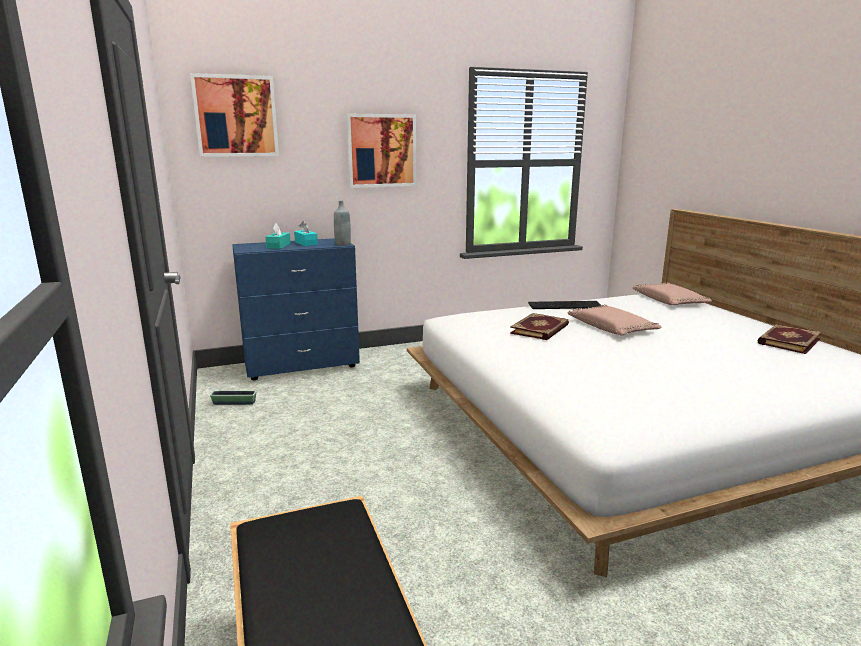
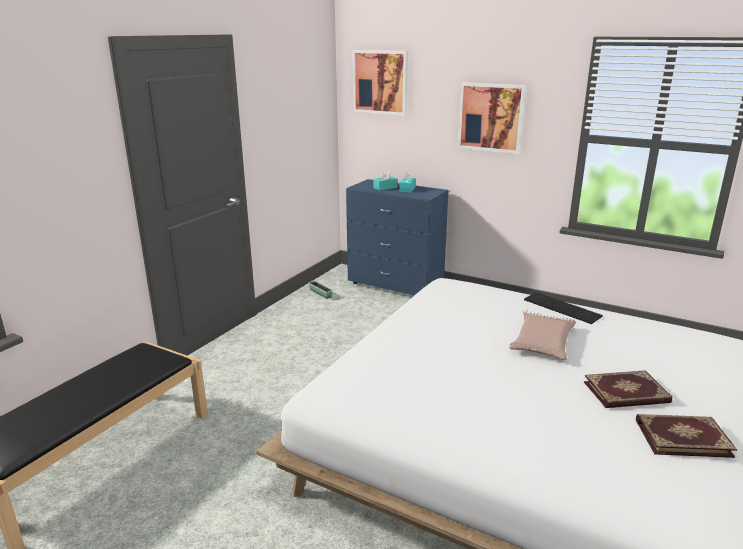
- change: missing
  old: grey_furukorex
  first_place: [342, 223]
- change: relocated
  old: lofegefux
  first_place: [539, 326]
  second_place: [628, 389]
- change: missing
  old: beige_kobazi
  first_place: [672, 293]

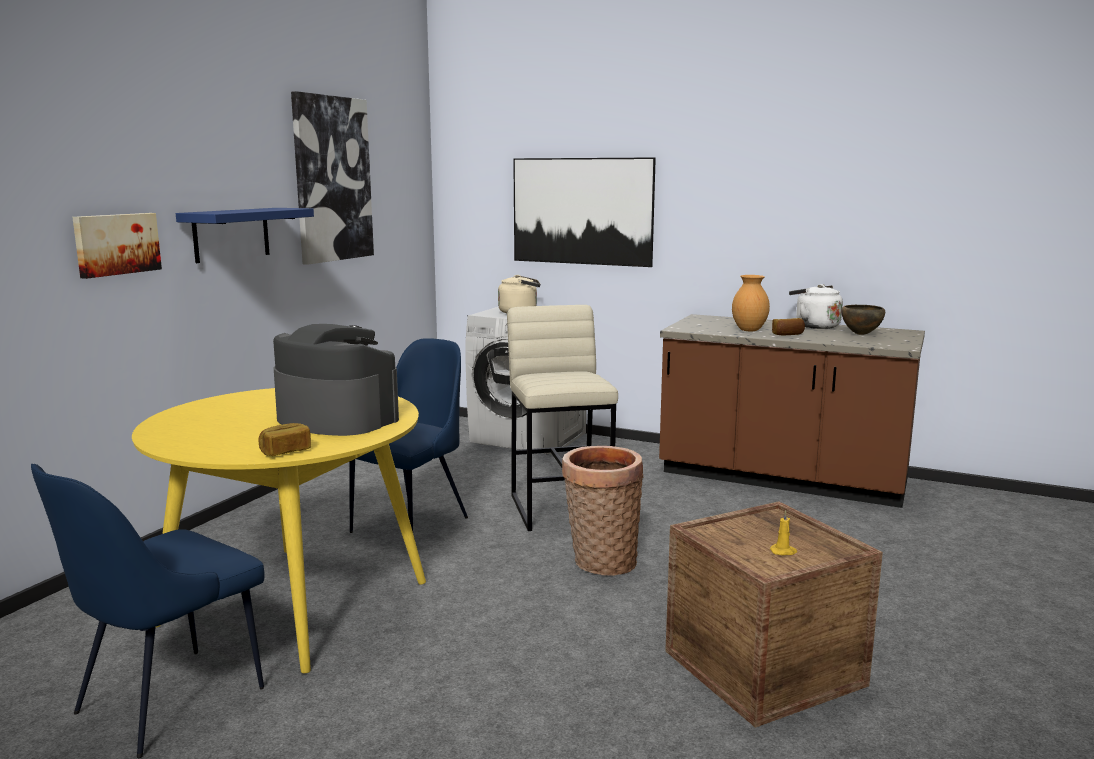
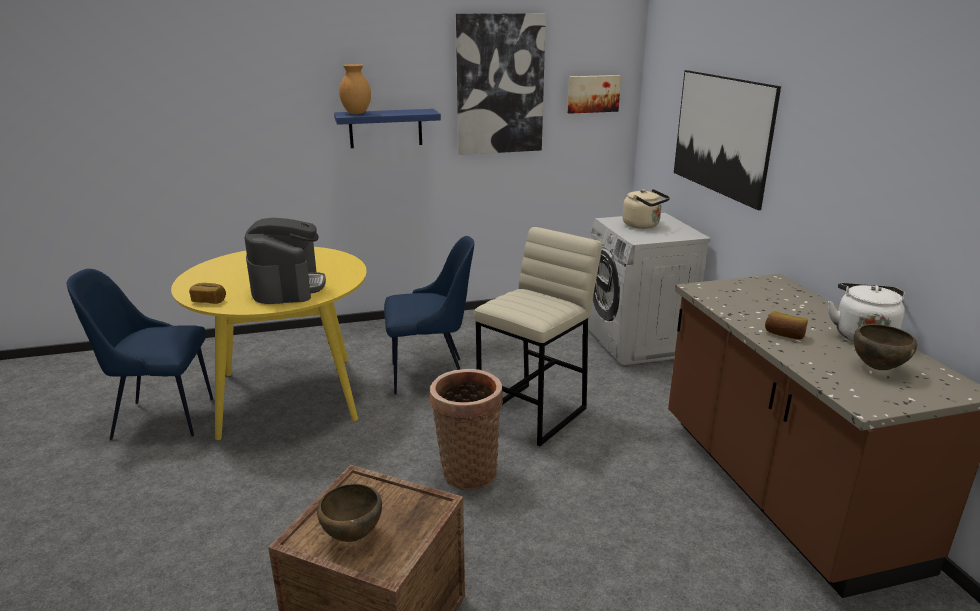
- change: relocated
  old: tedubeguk
  first_place: [117, 246]
  second_place: [594, 94]
- change: relocated
  old: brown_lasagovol
  first_place: [751, 303]
  second_place: [355, 89]
- change: exchanged
  old: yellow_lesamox
  new: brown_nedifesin
  first_place: [783, 532]
  second_place: [349, 513]

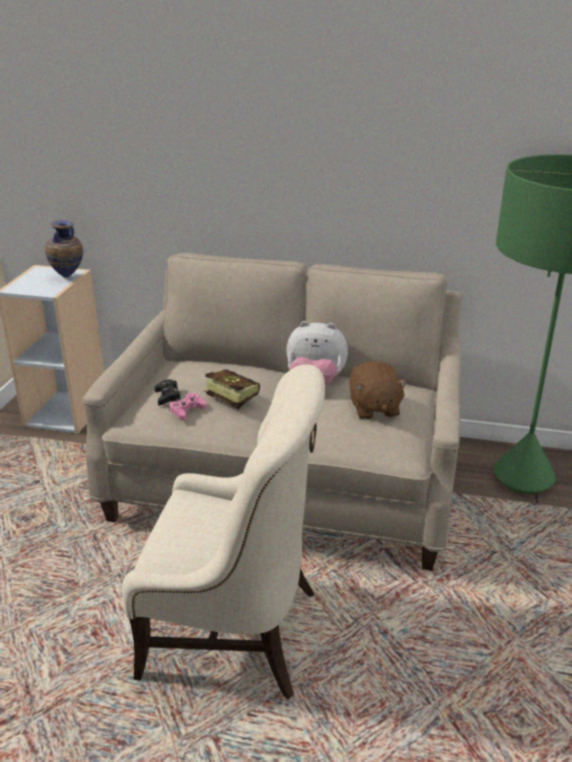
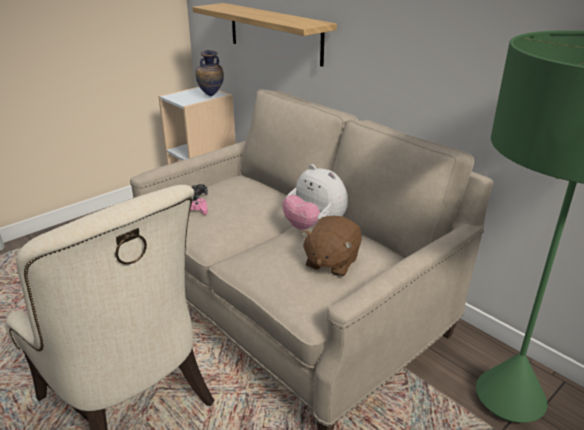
- change: missing
  old: lofegefux
  first_place: [231, 389]
- change: appeared
  new: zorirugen
  second_place: [265, 35]

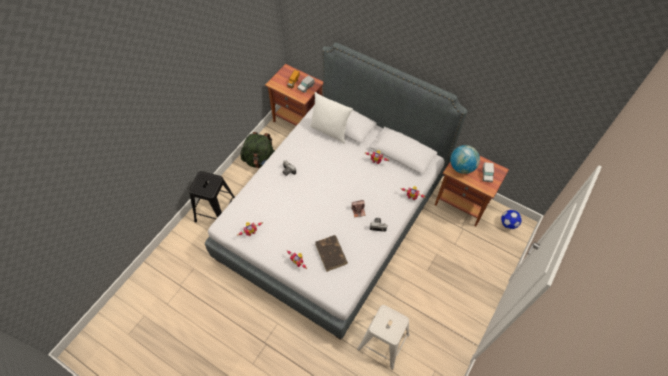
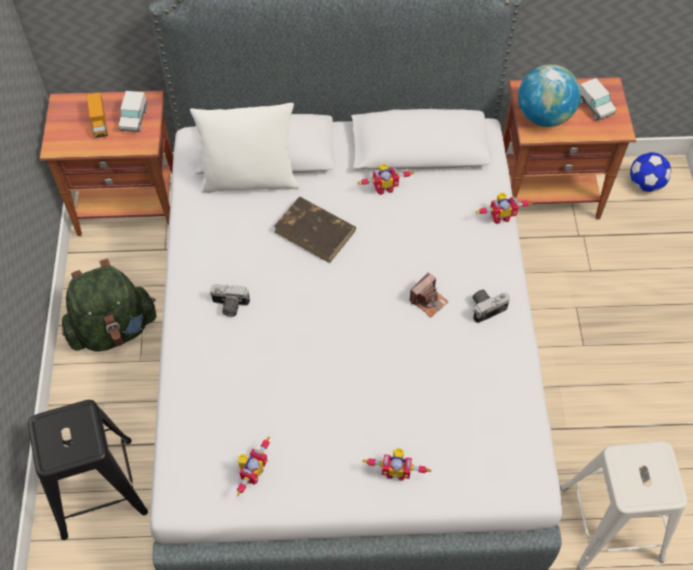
- change: relocated
  old: brown_lofegefux
  first_place: [331, 253]
  second_place: [315, 230]

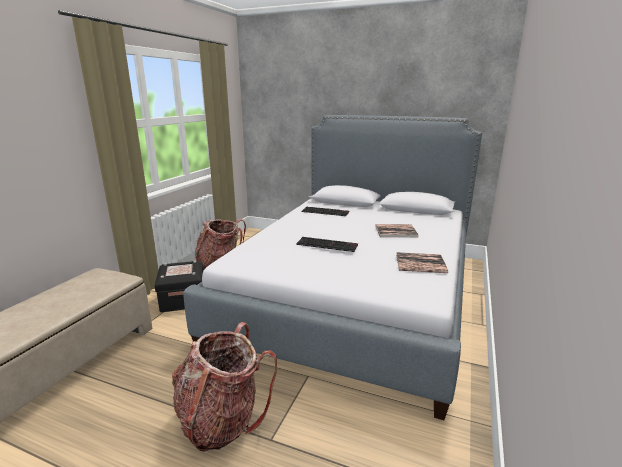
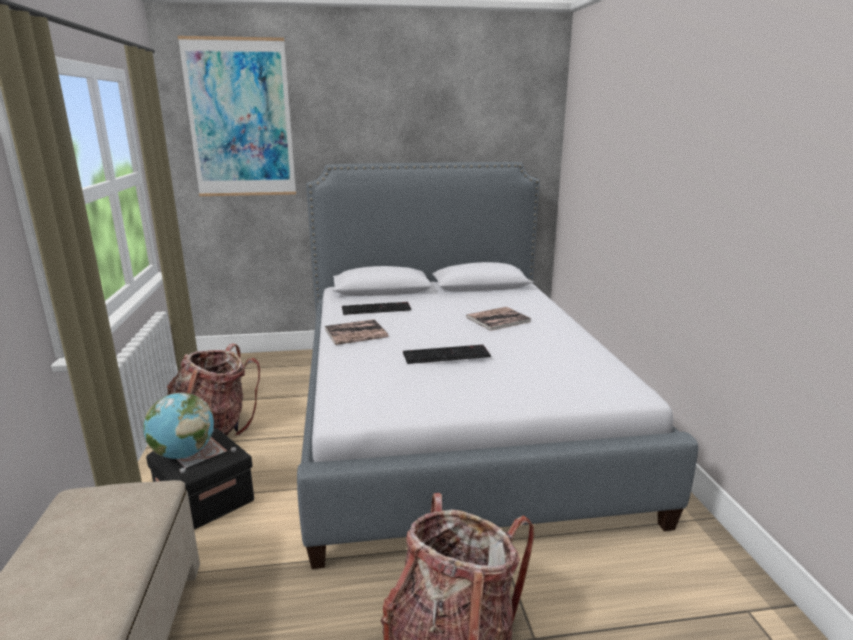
- change: relocated
  old: lofegefux
  first_place: [422, 262]
  second_place: [356, 332]
- change: appeared
  new: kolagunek
  second_place: [178, 426]
- change: appeared
  new: tedubeguk
  second_place: [237, 116]

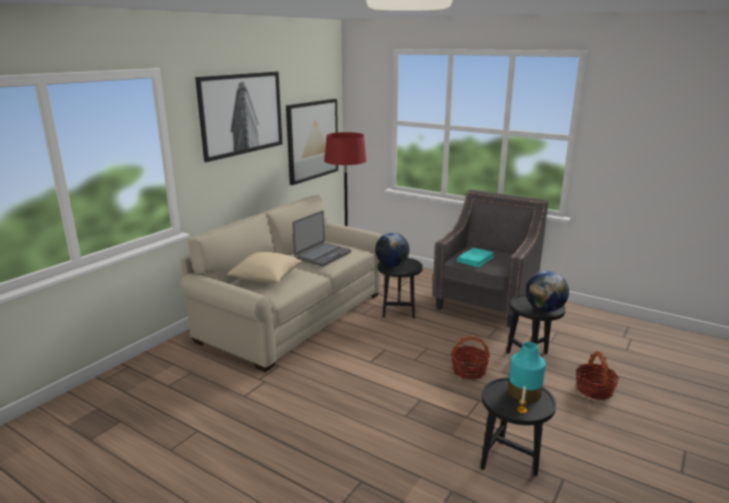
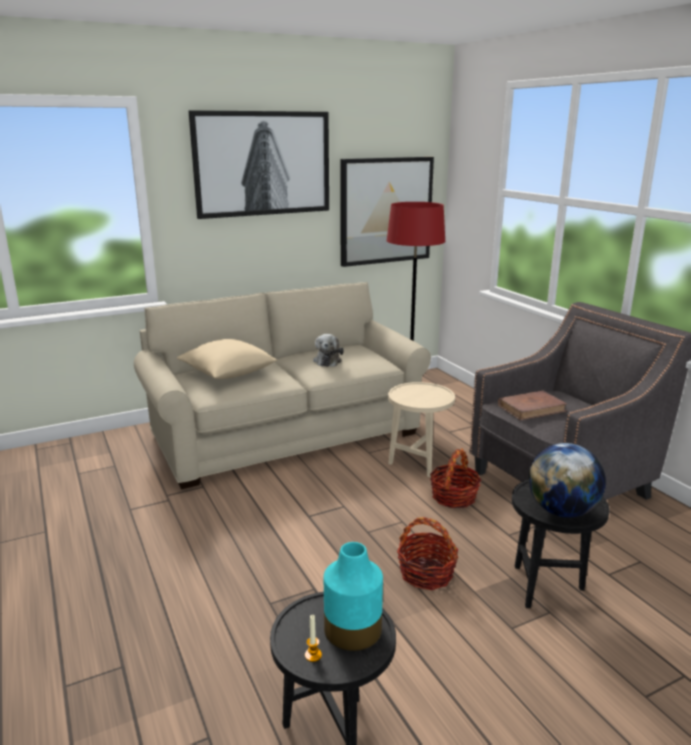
- change: exchanged
  old: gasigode
  new: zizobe
  first_place: [321, 238]
  second_place: [328, 350]
- change: missing
  old: kolagunek
  first_place: [392, 249]
- change: colour
  old: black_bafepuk
  new: beige_bafepuk
  first_place: [400, 288]
  second_place: [421, 429]
- change: colour
  old: turquoise_lofegefux
  new: brown_lofegefux
  first_place: [475, 257]
  second_place: [532, 405]
- change: relocated
  old: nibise
  first_place: [597, 375]
  second_place: [455, 478]

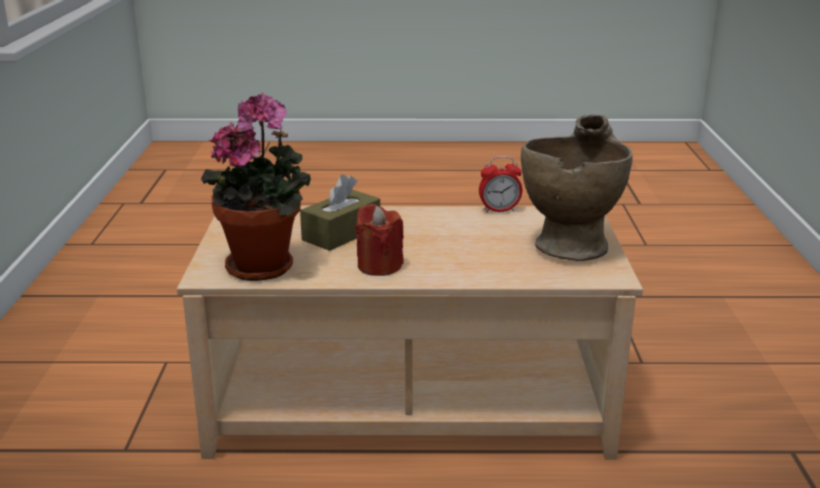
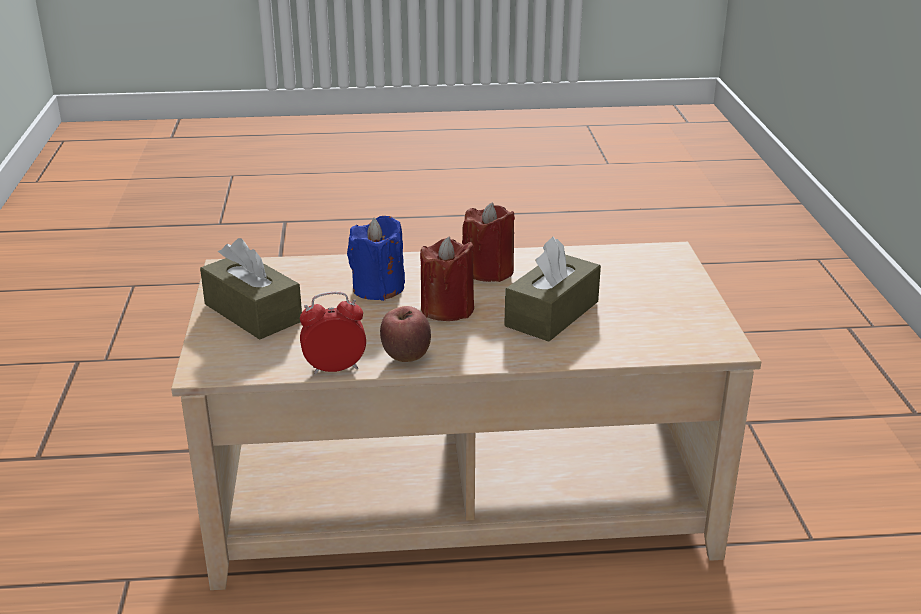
- change: missing
  old: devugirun
  first_place: [256, 187]
- change: exchanged
  old: beige_lasagovol
  new: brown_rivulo
  first_place: [577, 188]
  second_place: [251, 288]
- change: appeared
  new: blue_lesamox
  second_place: [376, 258]
- change: appeared
  new: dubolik
  second_place: [405, 334]
- change: appeared
  new: red_lesamox
  second_place: [447, 279]

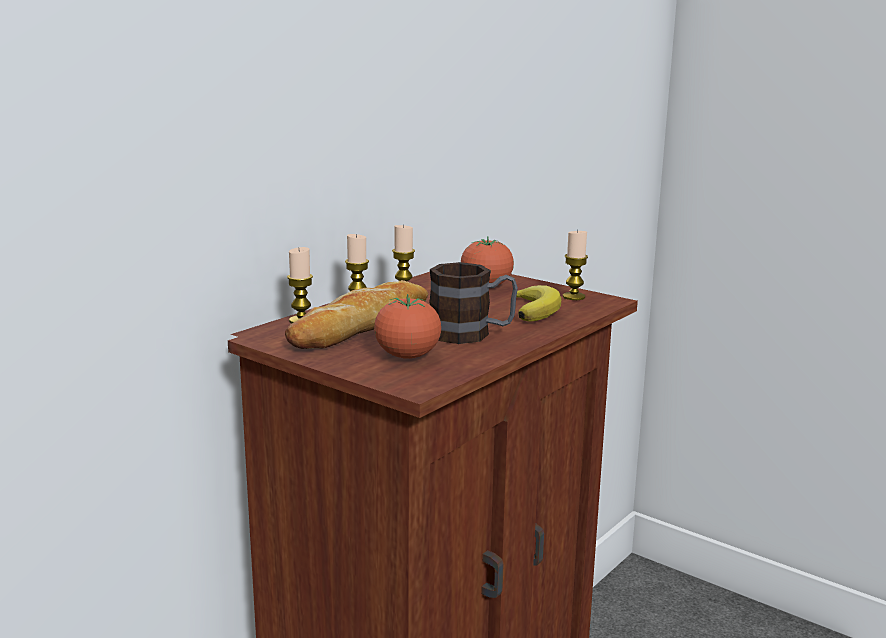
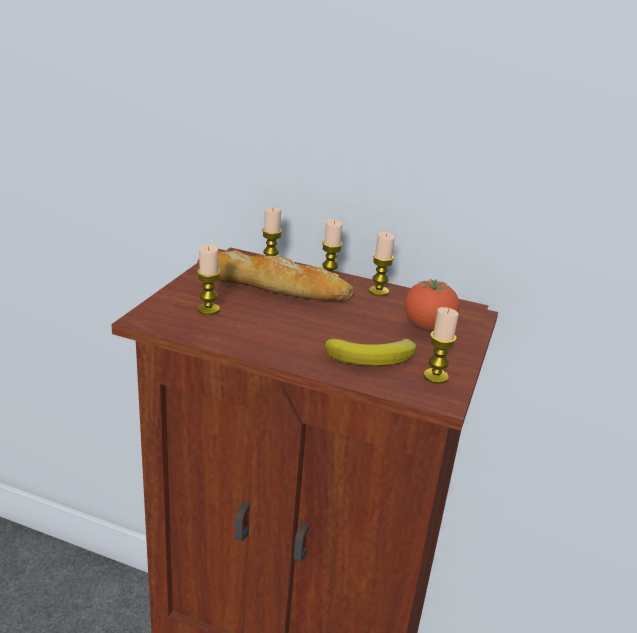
- change: exchanged
  old: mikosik
  new: lesamox
  first_place: [407, 326]
  second_place: [209, 280]
- change: missing
  old: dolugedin
  first_place: [474, 303]

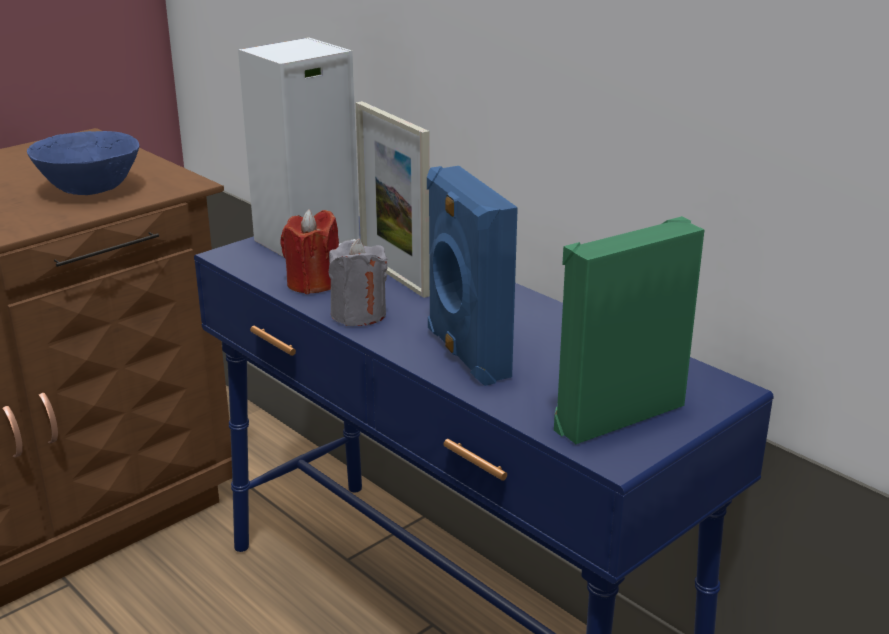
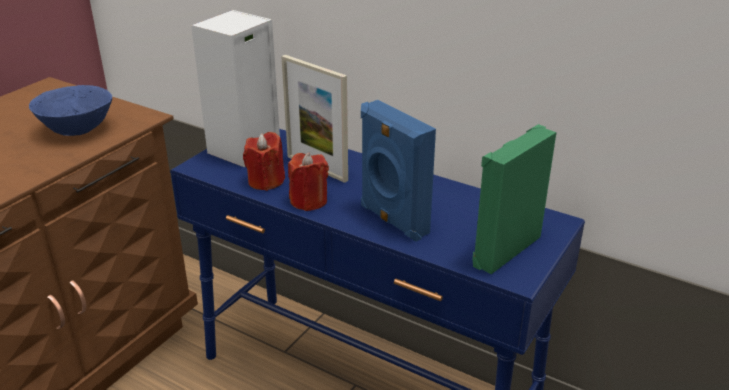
- change: colour
  old: grey_lesamox
  new: red_lesamox
  first_place: [358, 282]
  second_place: [308, 182]

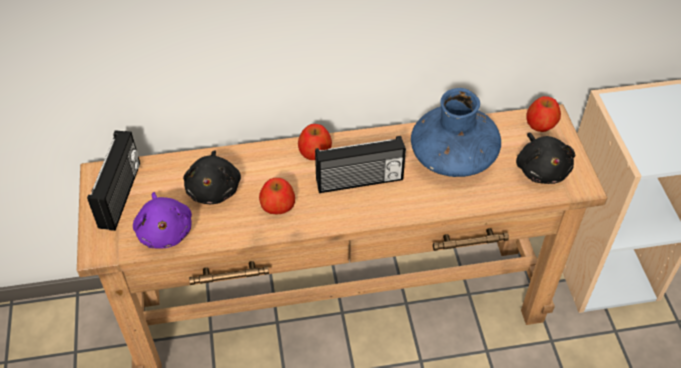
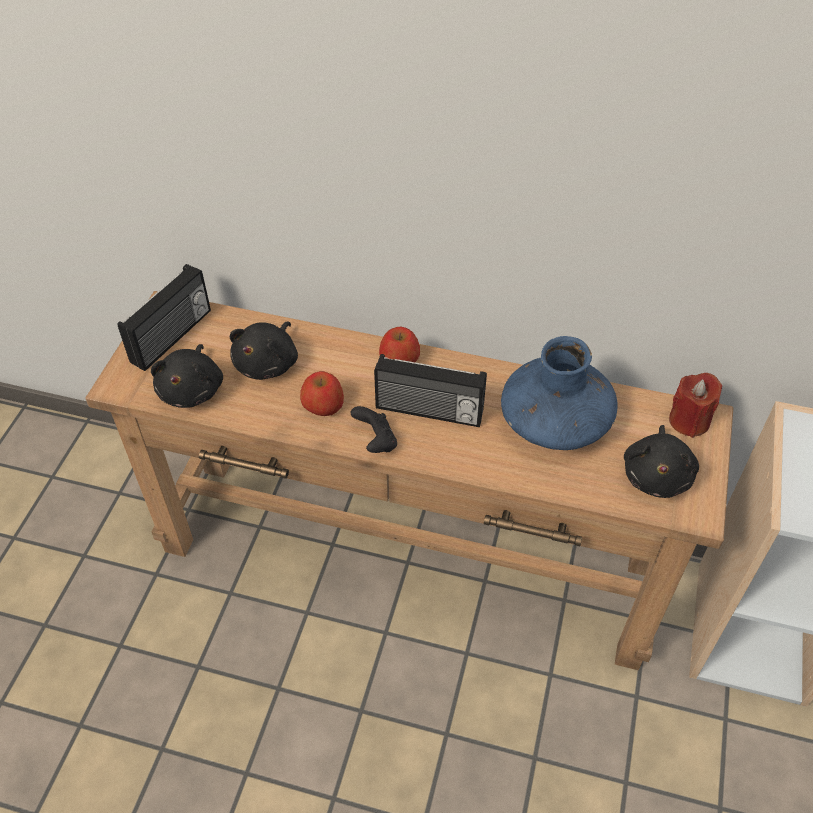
- change: colour
  old: purple_zizobe
  new: black_zizobe
  first_place: [162, 220]
  second_place: [187, 376]
- change: exchanged
  old: dubolik
  new: red_lesamox
  first_place: [543, 114]
  second_place: [695, 405]
- change: appeared
  new: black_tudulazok
  second_place: [374, 429]

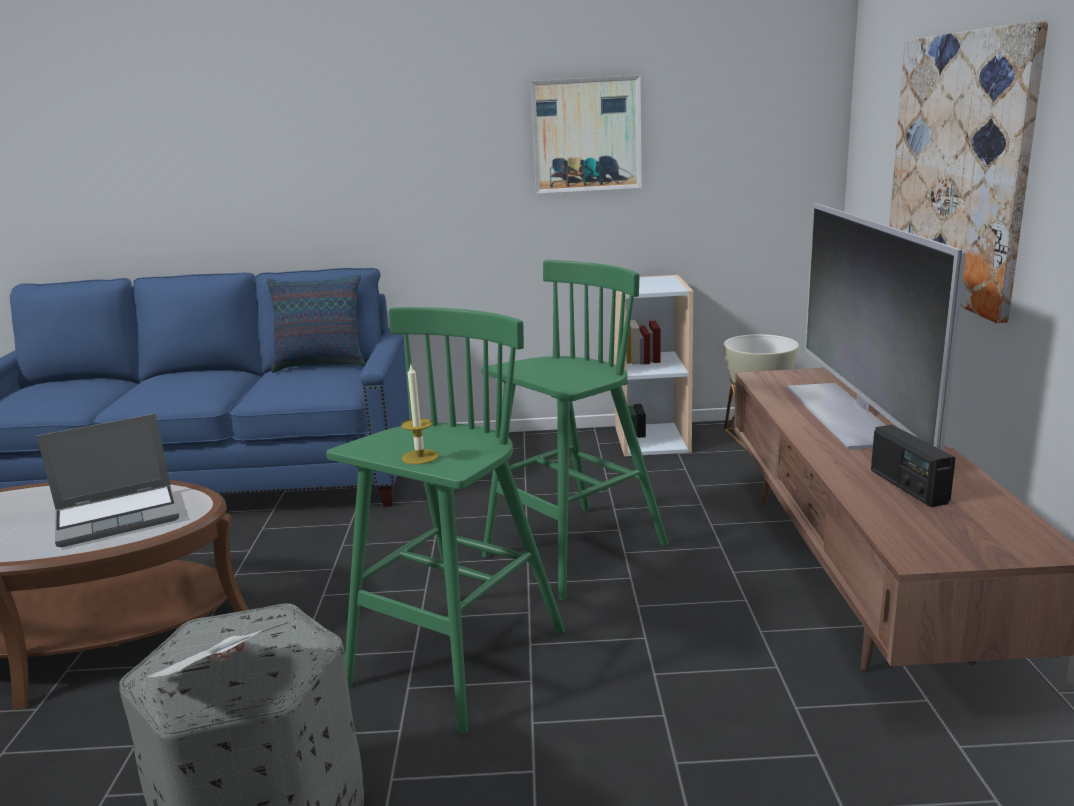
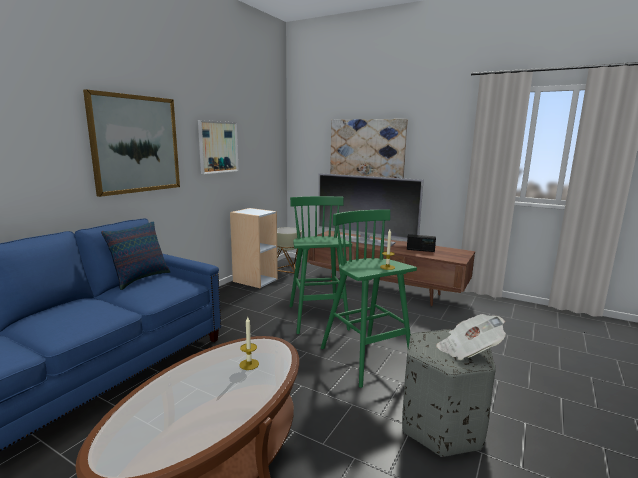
- change: exchanged
  old: gasigode
  new: lesamox
  first_place: [108, 480]
  second_place: [249, 343]
- change: appeared
  new: tedubeguk
  second_place: [131, 143]

